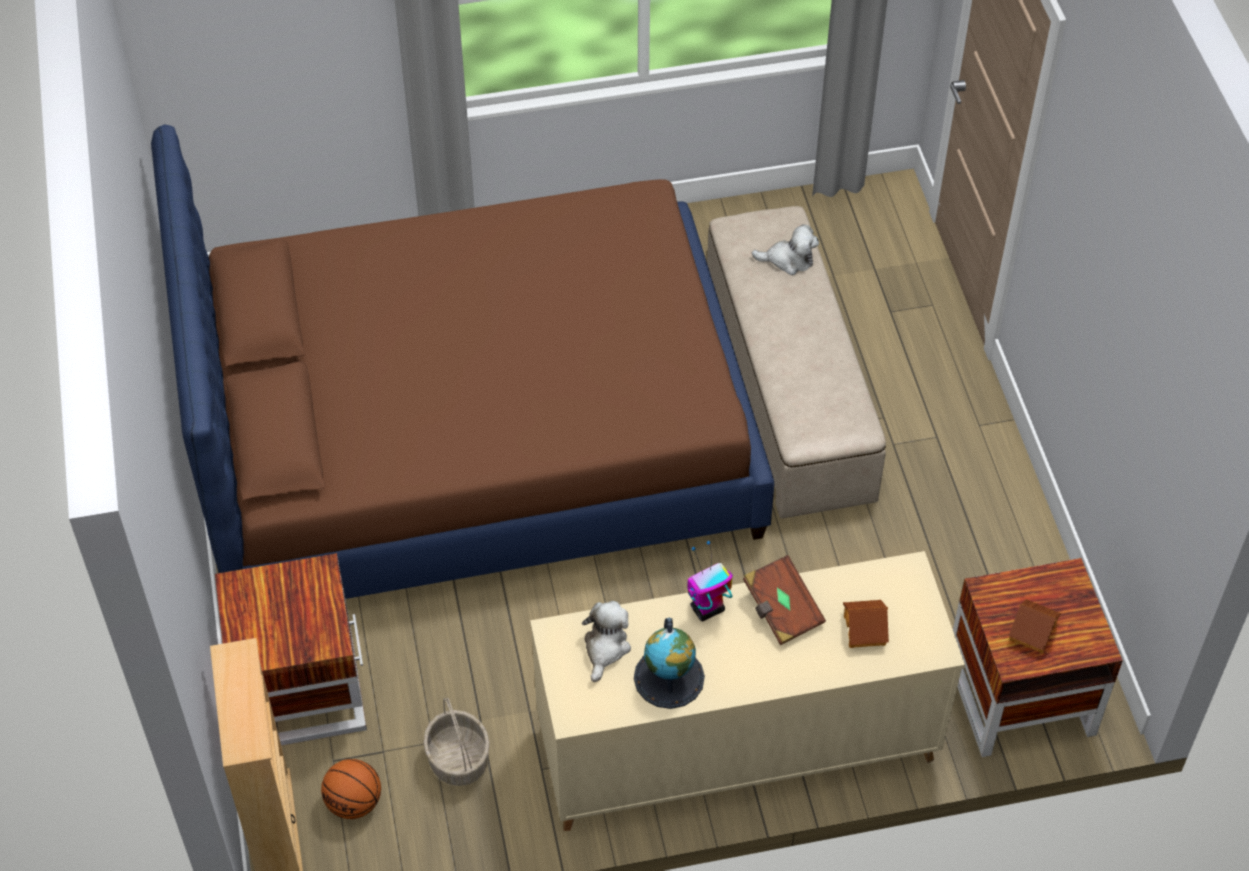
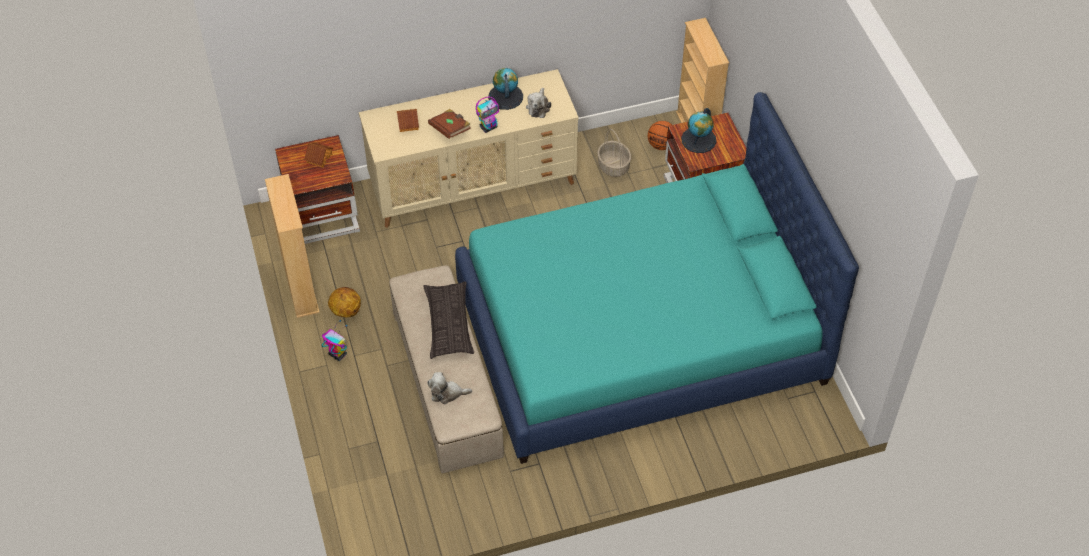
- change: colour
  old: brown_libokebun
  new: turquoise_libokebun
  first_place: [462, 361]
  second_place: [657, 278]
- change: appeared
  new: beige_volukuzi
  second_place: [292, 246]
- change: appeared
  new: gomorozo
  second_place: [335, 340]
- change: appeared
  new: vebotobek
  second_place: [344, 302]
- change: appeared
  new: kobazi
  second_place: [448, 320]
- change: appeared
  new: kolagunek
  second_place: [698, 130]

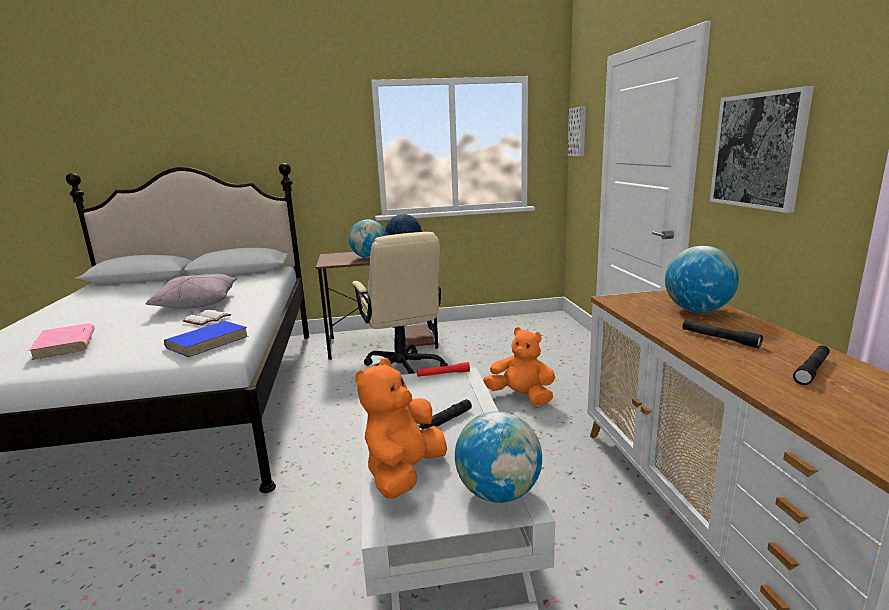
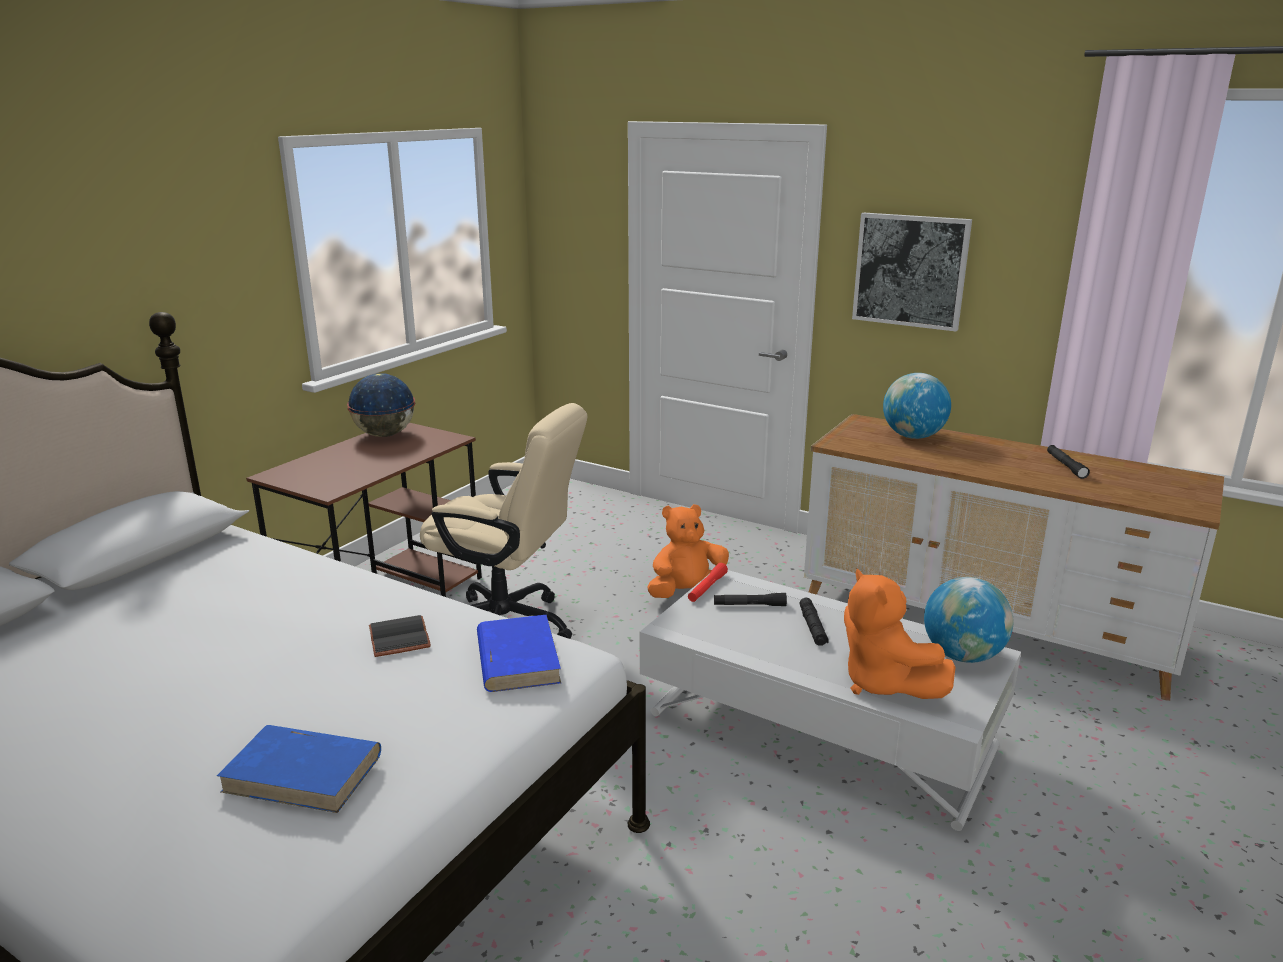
- change: colour
  old: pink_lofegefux
  new: blue_lofegefux
  first_place: [62, 341]
  second_place: [299, 769]
- change: missing
  old: purple_kobazi
  first_place: [191, 291]
- change: colour
  old: white_lofegefux
  new: black_lofegefux
  first_place: [207, 318]
  second_place: [400, 636]
- change: missing
  old: kolagunek
  first_place: [368, 239]
- change: missing
  old: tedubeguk
  first_place: [577, 131]
- change: relocated
  old: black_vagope
  first_place: [722, 334]
  second_place: [750, 599]

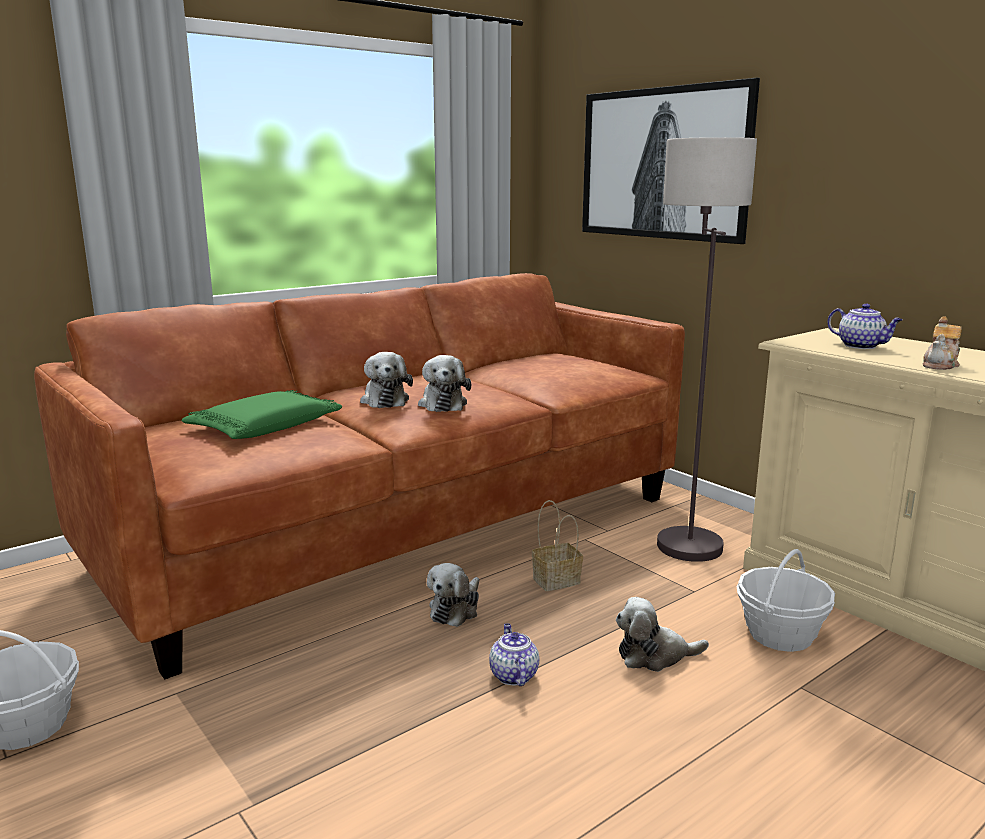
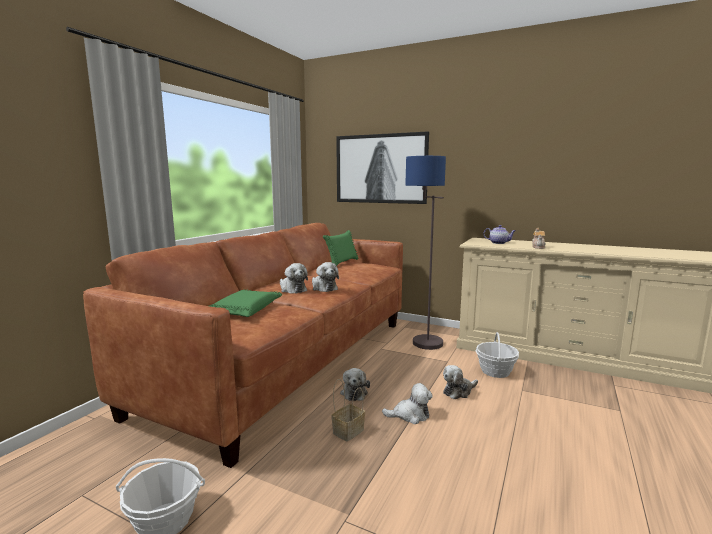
- change: exchanged
  old: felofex
  new: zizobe
  first_place: [514, 655]
  second_place: [407, 403]
- change: relocated
  old: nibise
  first_place: [557, 545]
  second_place: [348, 410]
- change: colour
  old: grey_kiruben
  new: blue_kiruben
  first_place: [707, 349]
  second_place: [426, 253]
- change: appeared
  new: green_kobazi
  second_place: [341, 248]

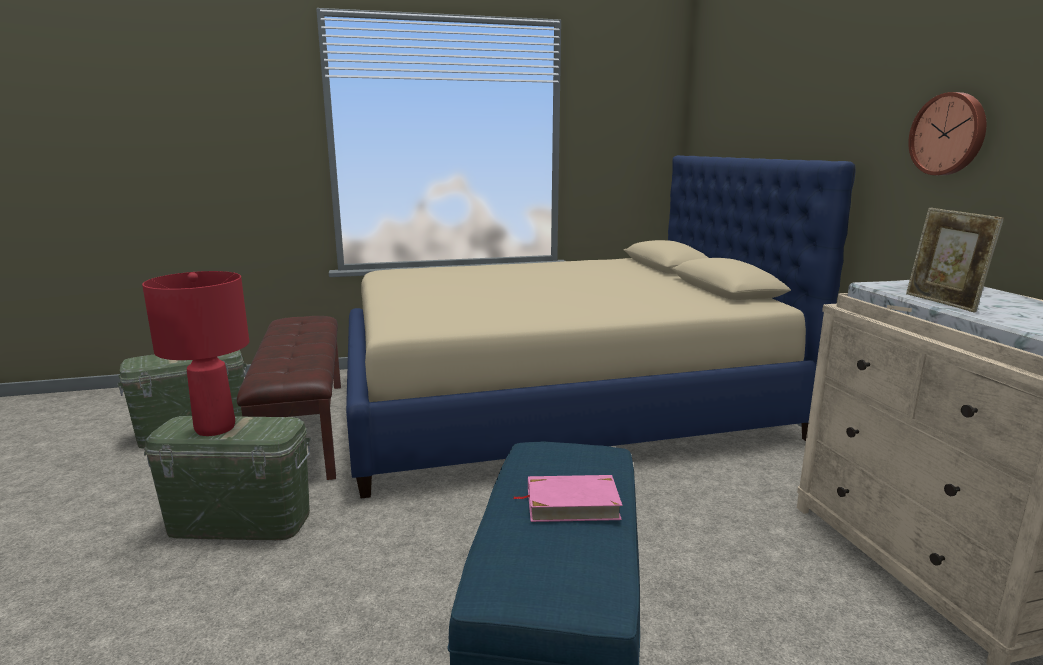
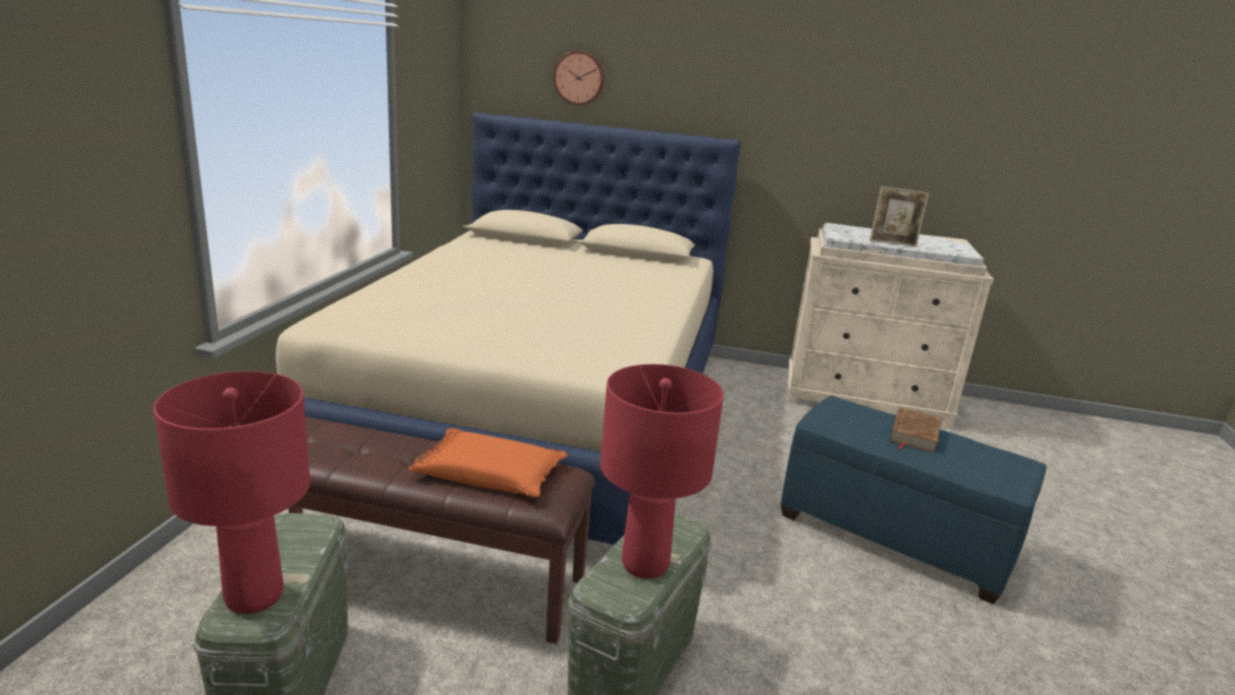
- change: colour
  old: pink_lofegefux
  new: brown_lofegefux
  first_place: [567, 498]
  second_place: [915, 430]
- change: relocated
  old: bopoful
  first_place: [947, 133]
  second_place: [579, 78]
- change: appeared
  new: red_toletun
  second_place: [232, 492]
- change: appeared
  new: orange_kobazi
  second_place: [488, 462]

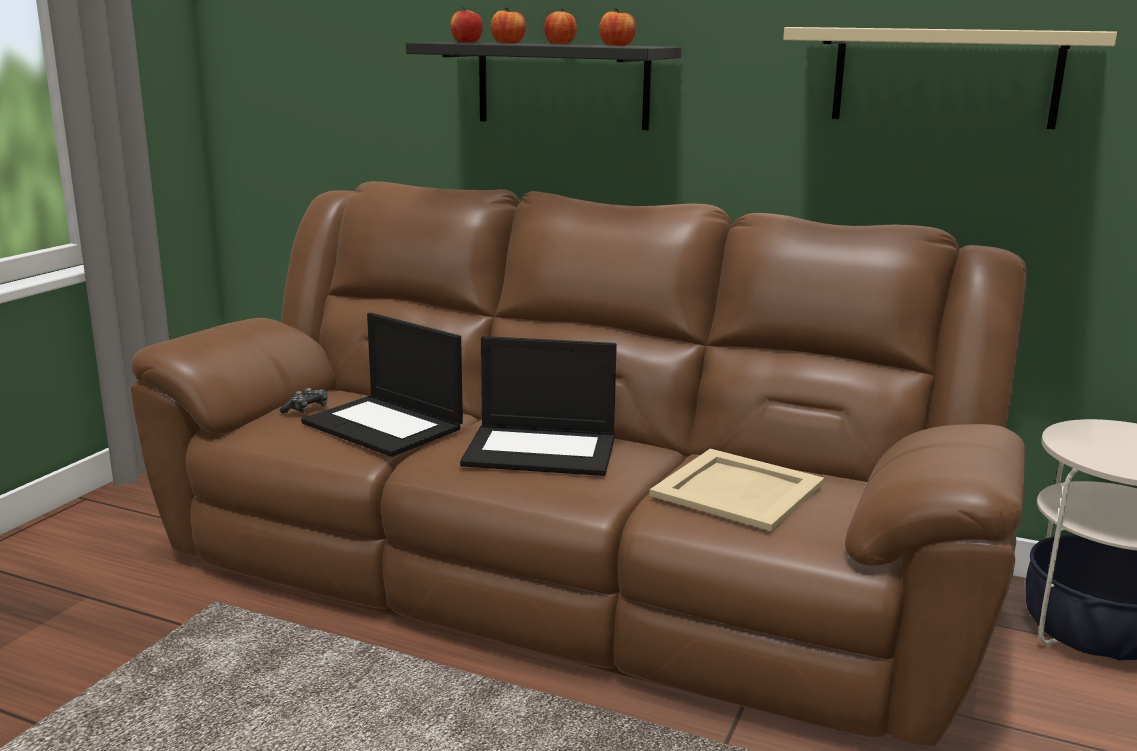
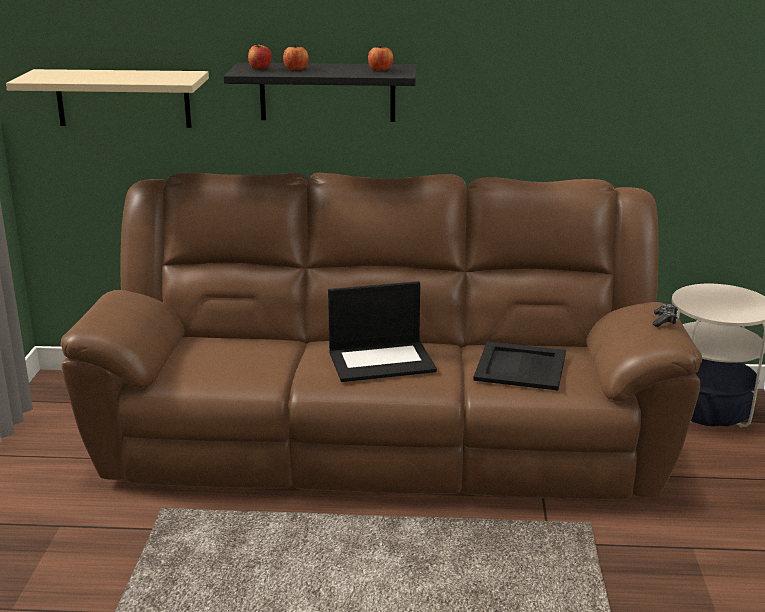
- change: relocated
  old: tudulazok
  first_place: [304, 401]
  second_place: [665, 315]
- change: missing
  old: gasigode
  first_place: [382, 385]
- change: missing
  old: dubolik
  first_place: [560, 26]
- change: colour
  old: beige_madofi
  new: black_madofi
  first_place: [737, 490]
  second_place: [519, 365]
- change: relocated
  old: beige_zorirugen
  first_place: [950, 78]
  second_place: [107, 98]

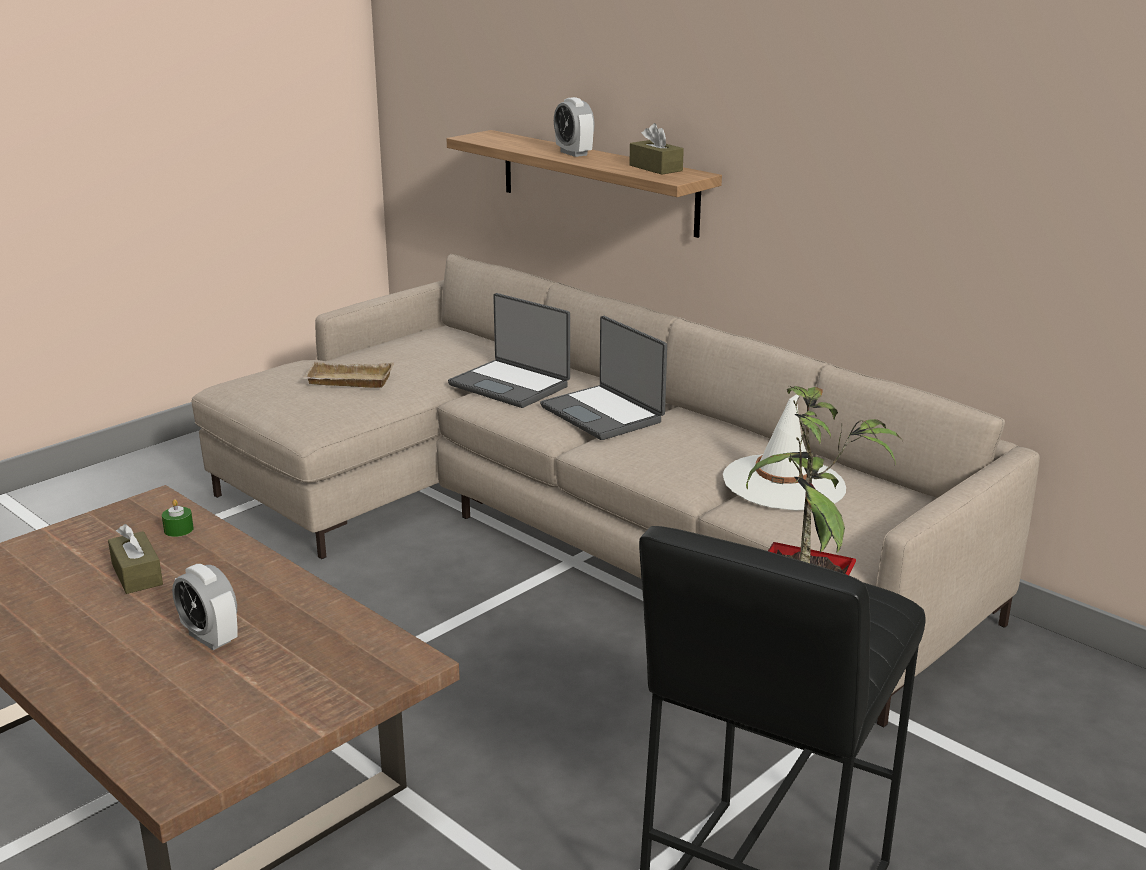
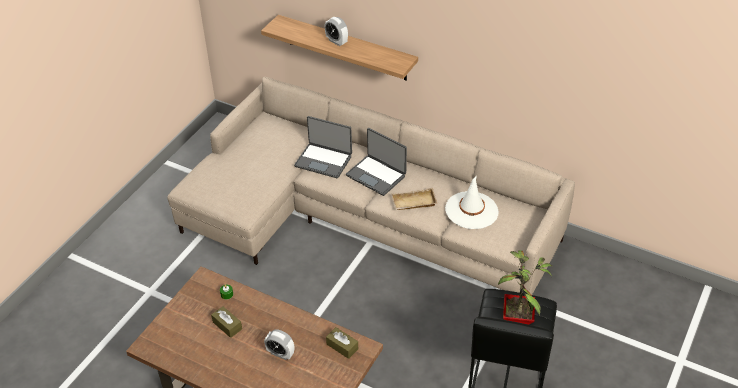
- change: relocated
  old: beige_madofi
  first_place: [348, 375]
  second_place: [414, 199]
- change: relocated
  old: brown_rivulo
  first_place: [656, 149]
  second_place: [342, 343]

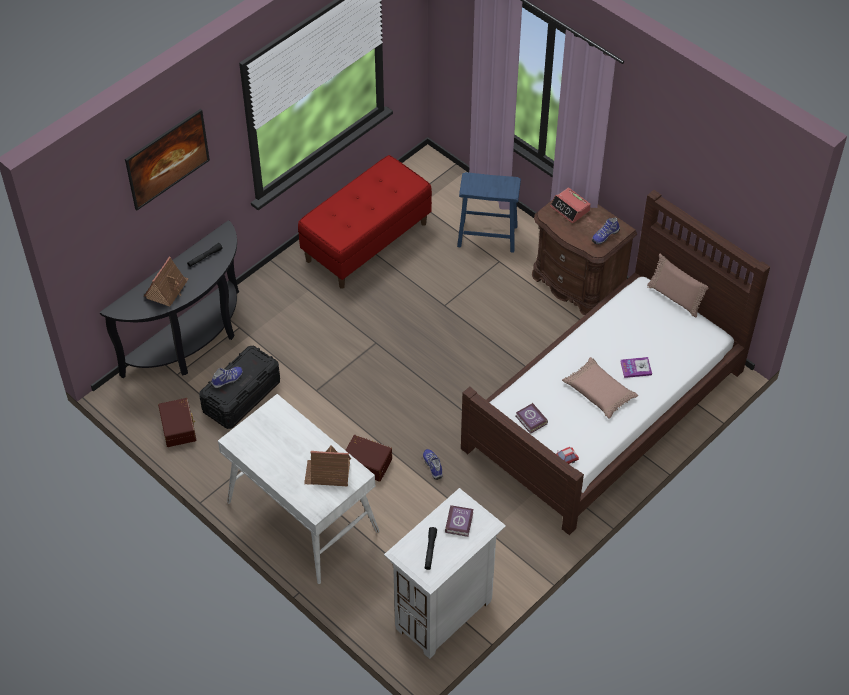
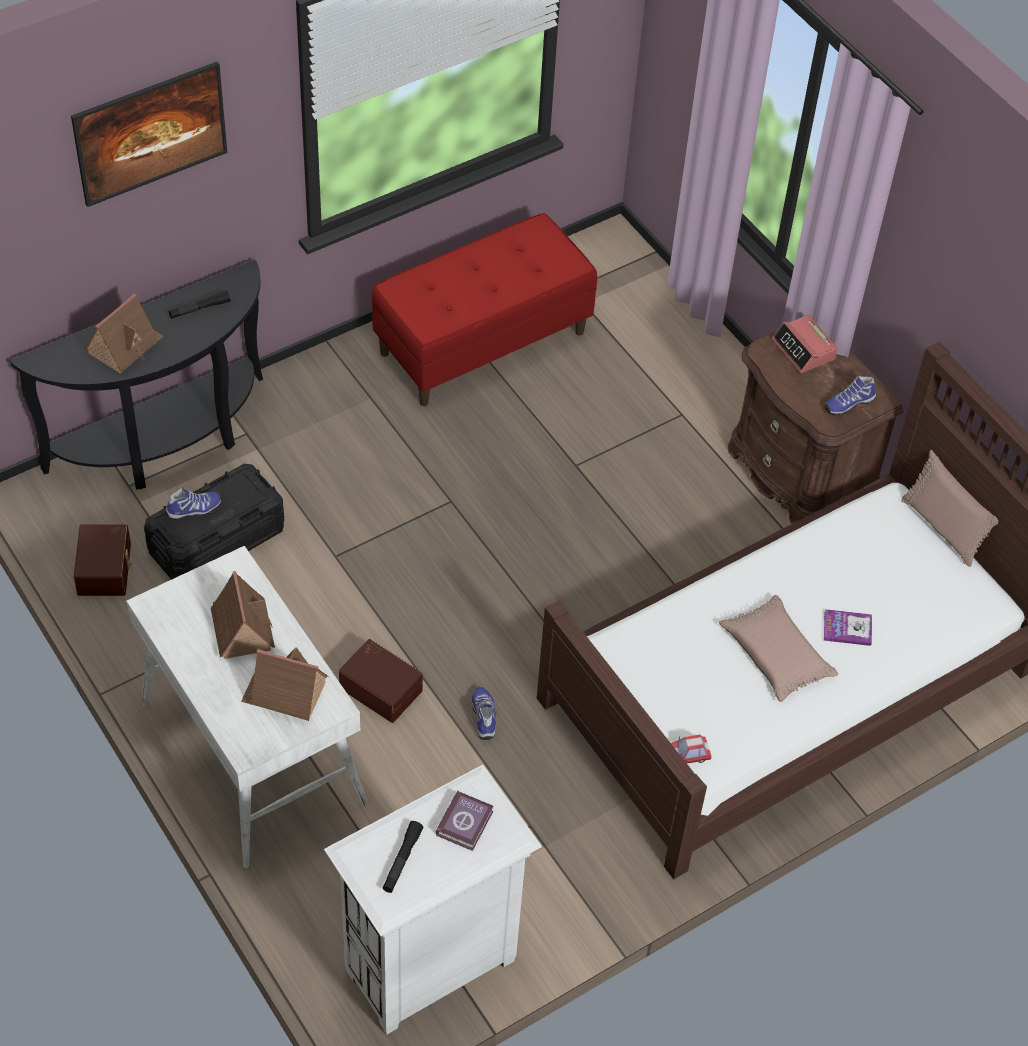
- change: missing
  old: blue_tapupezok
  first_place: [489, 212]
- change: missing
  old: lofegefux
  first_place: [532, 418]
- change: appeared
  new: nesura
  second_place: [243, 615]

